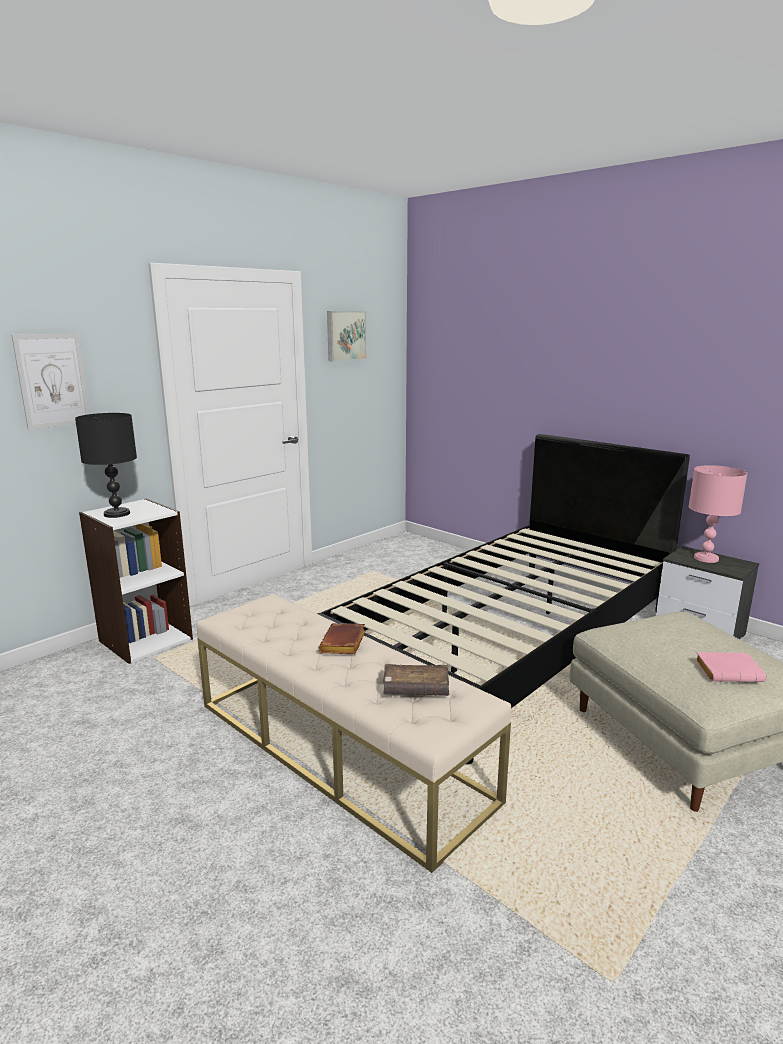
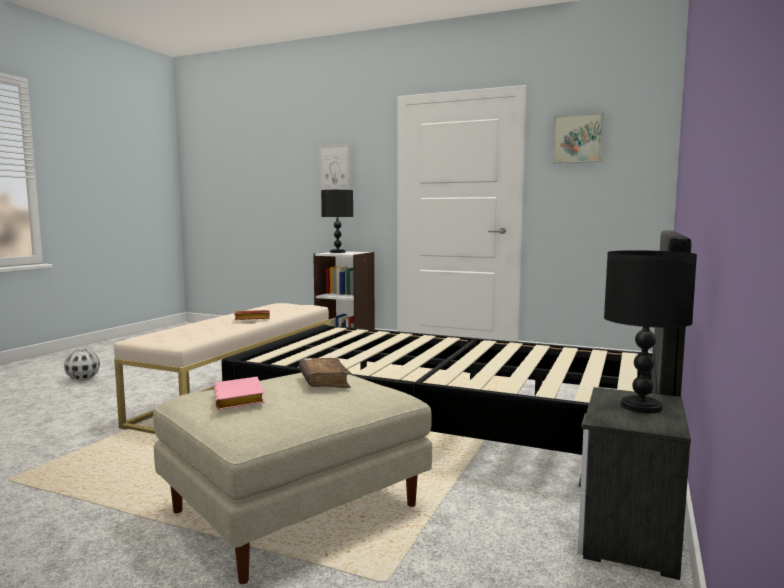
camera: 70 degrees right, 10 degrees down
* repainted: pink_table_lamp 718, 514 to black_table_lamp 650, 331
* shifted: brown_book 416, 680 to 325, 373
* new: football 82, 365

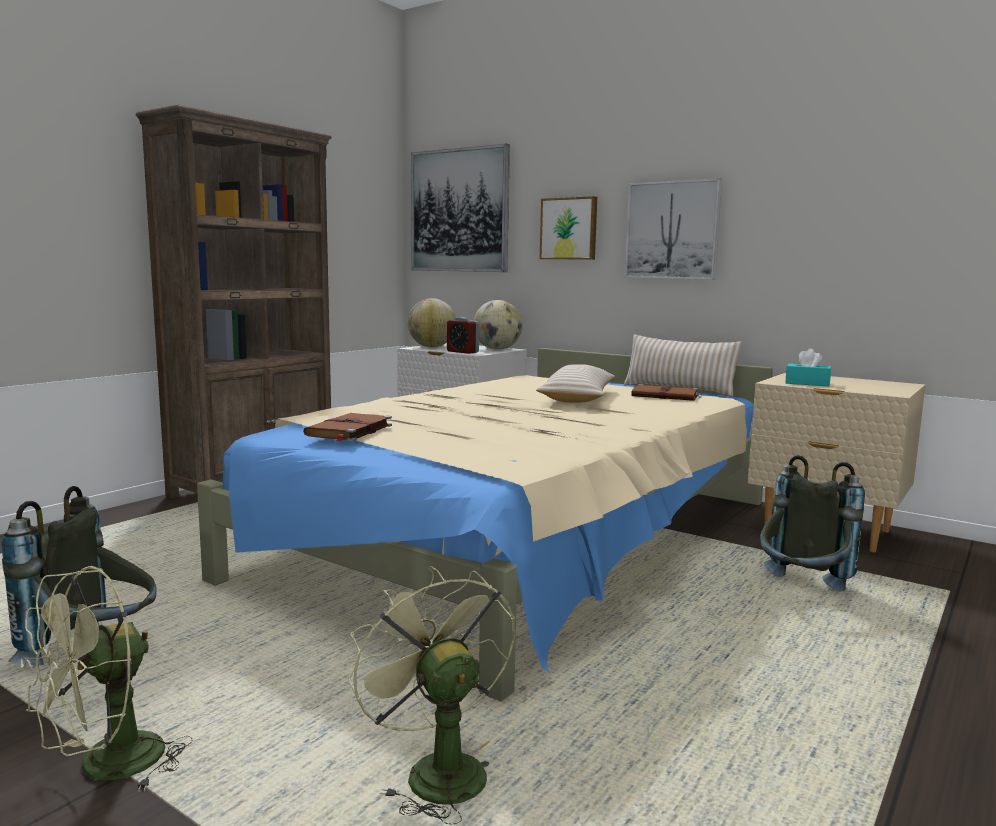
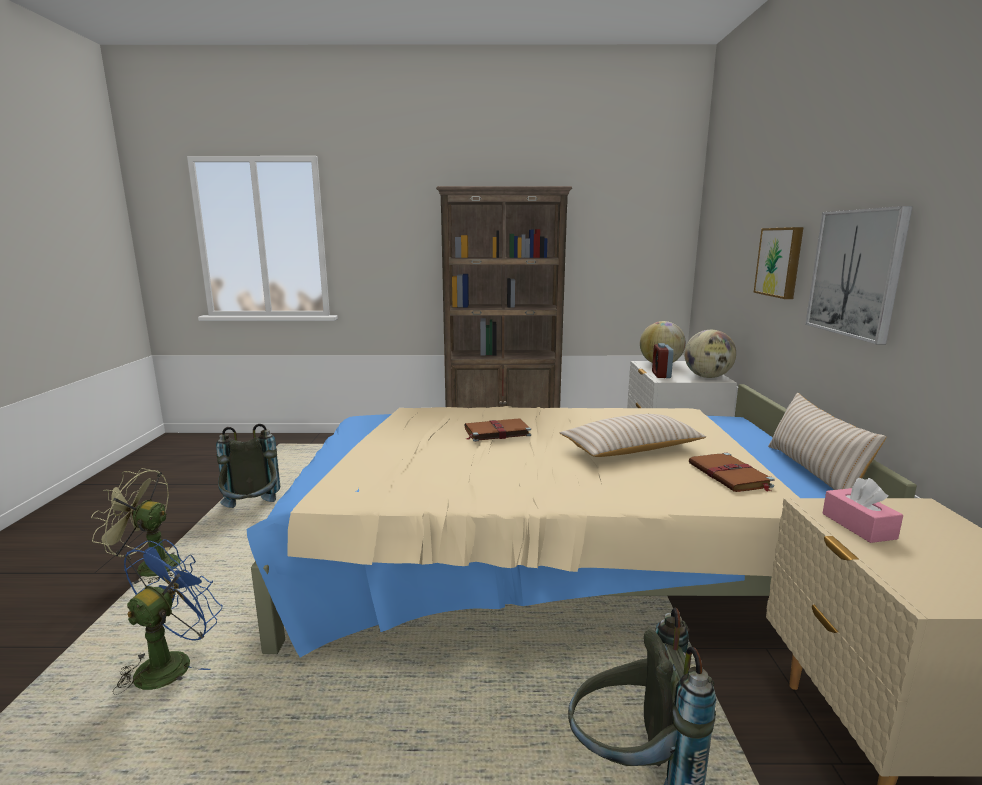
camera: 55 degrees right, 5 degrees up
* gone: picture 460, 208
* repainted: turquoise_tissue_box 808, 368 to pink_tissue_box 862, 510
* shifted: brown_book 347, 427 to 498, 430
* repainted: green_fan 432, 695 to blue_fan 167, 617

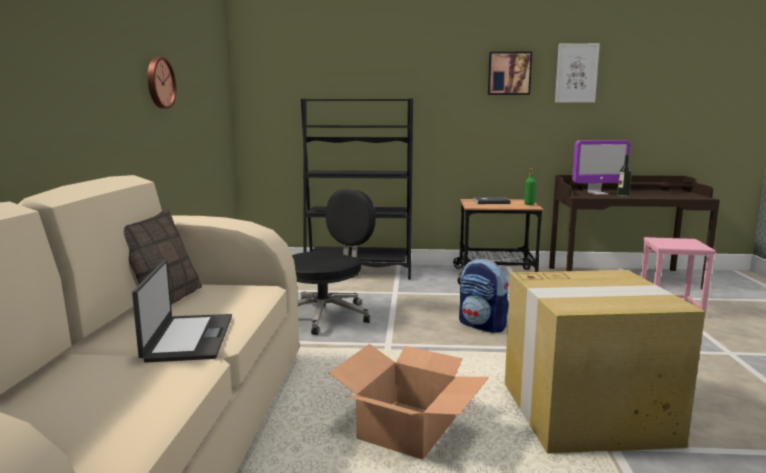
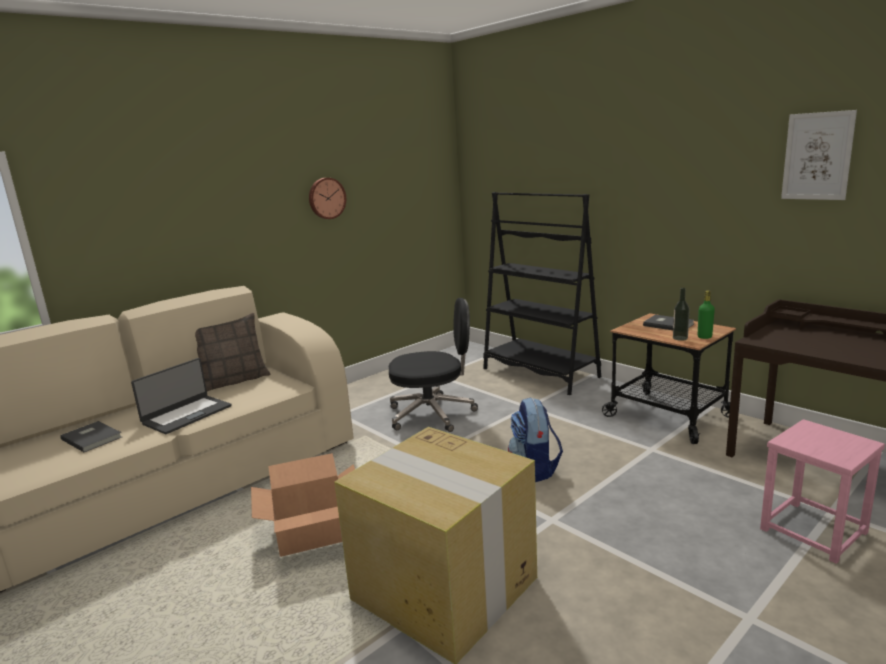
camera: 45 degrees right, 5 degrees up
* gone: picture 510, 73
* gone: monitor 601, 167
* shifted: bottle 624, 176 to 681, 314
* new: grey_book 91, 436

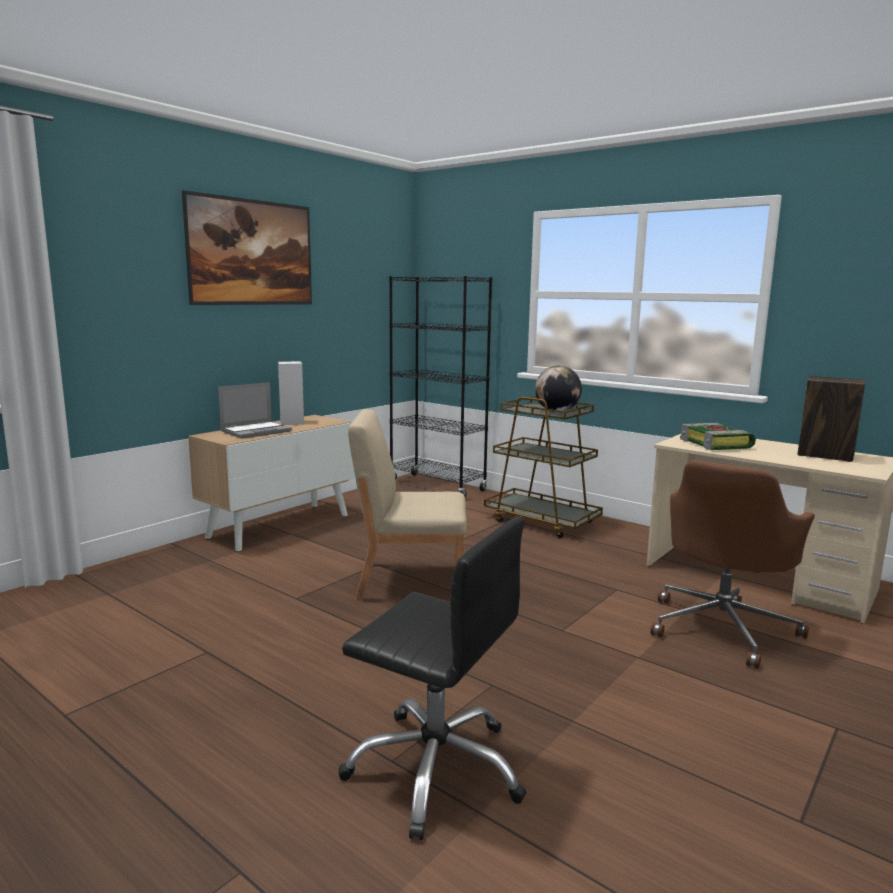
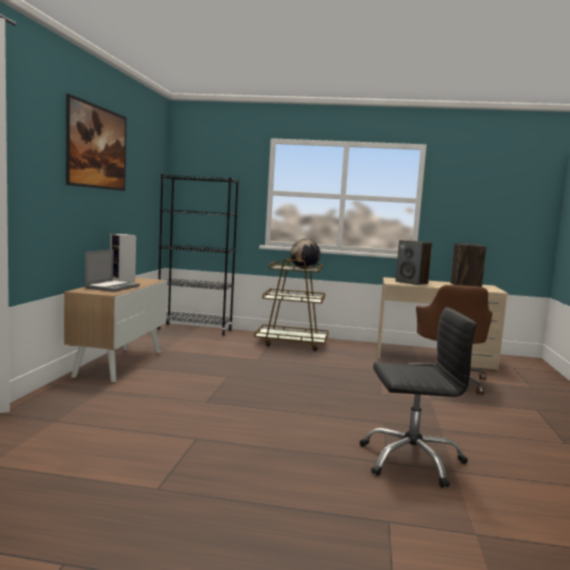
camera: 30 degrees left, 5 degrees down
* gone: beige_chair 407, 505
* swapped: book 718, 436 to speaker 414, 262

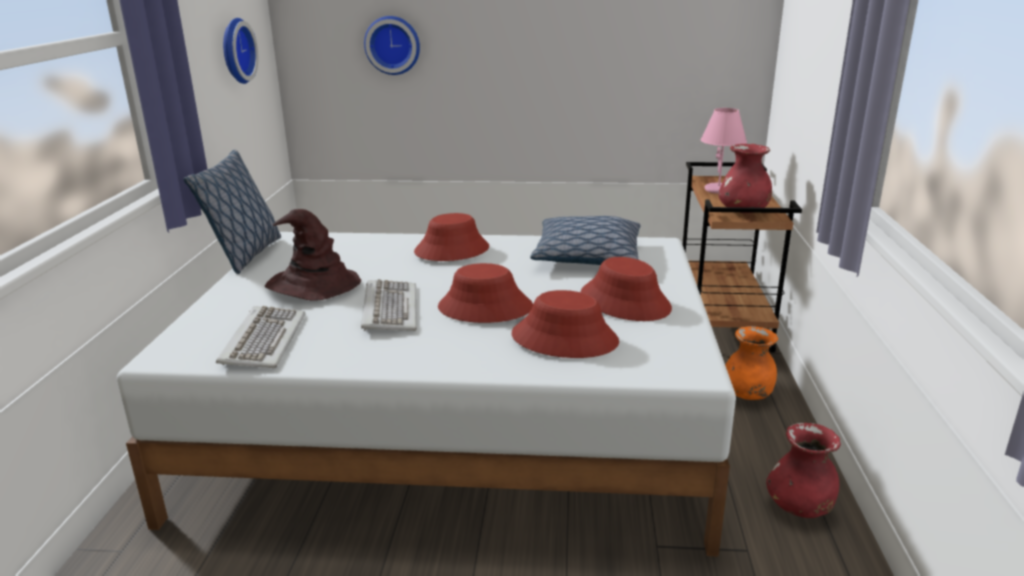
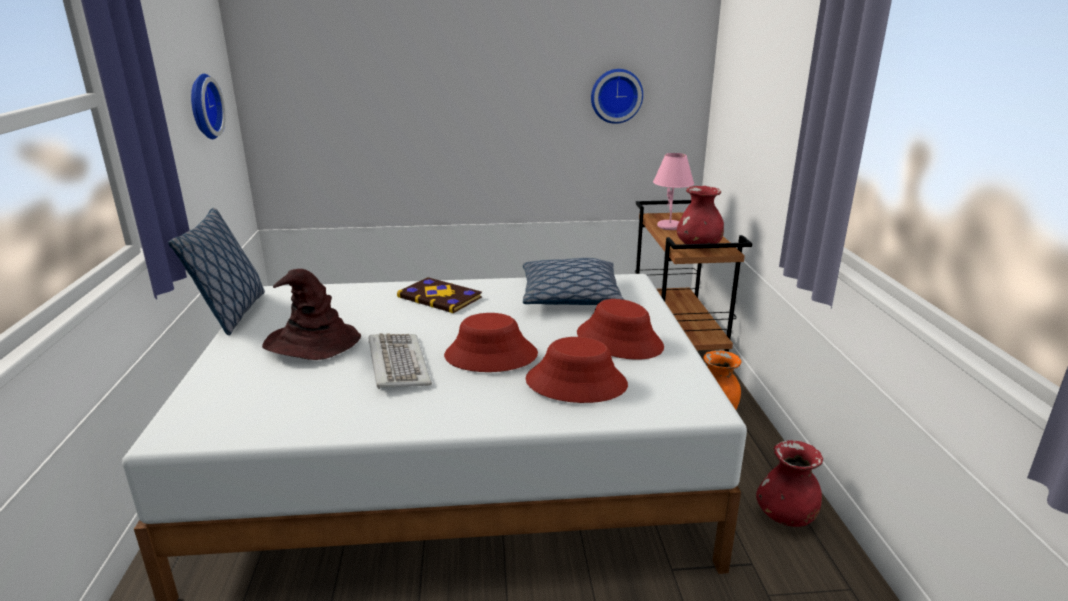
camera: 10 degrees left, 0 degrees up
* shifted: wall_clock 392, 45 to 617, 96
* swapped: red_hat 451, 237 to book 439, 295
* gone: keyboard 260, 337

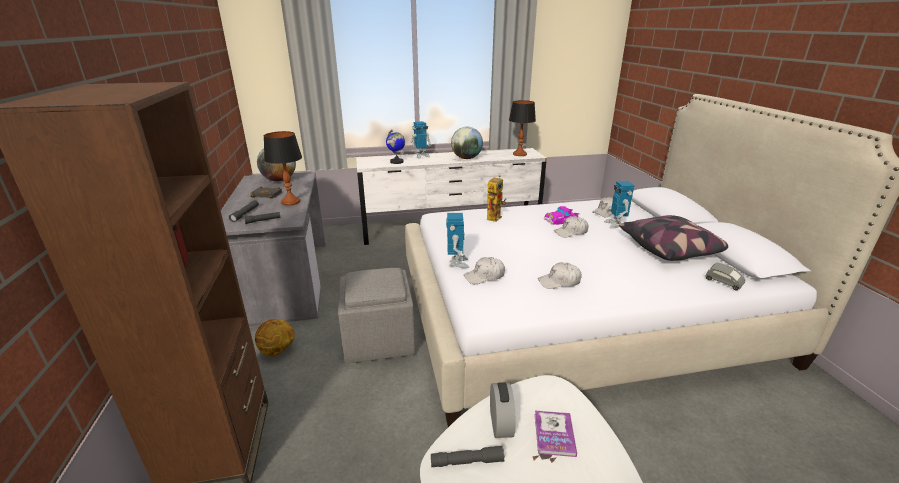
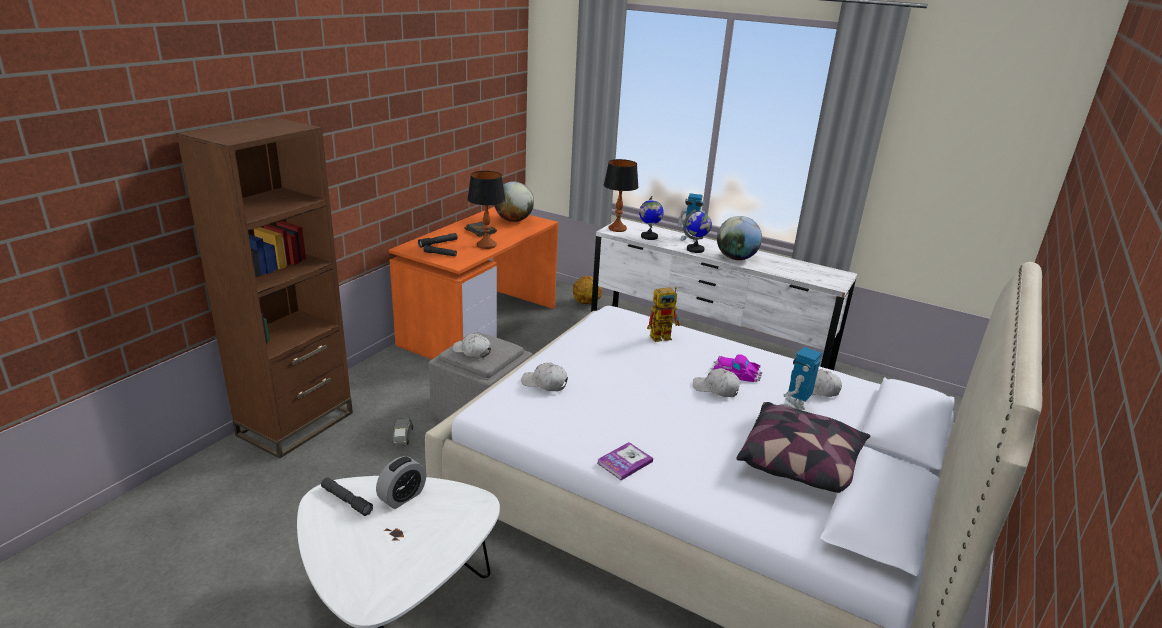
camera: 40 degrees right, 0 degrees up
* shifted: table_lamp 522, 128 to 621, 195
* repainted: grey_desk 273, 249 to orange_desk 473, 283
* gone: toy_robot 457, 240
* shifted: white_cap 560, 275 to 471, 346
* shifted: grey_toy_car 725, 276 to 403, 432
* shifted: basketball 275, 338 to 587, 290
* shifted: book 556, 434 to 625, 461
* new: globe 697, 231

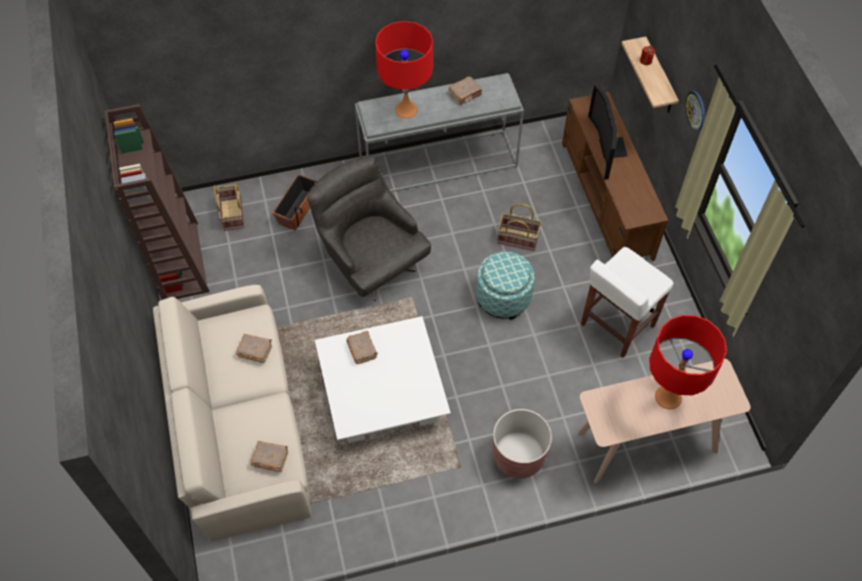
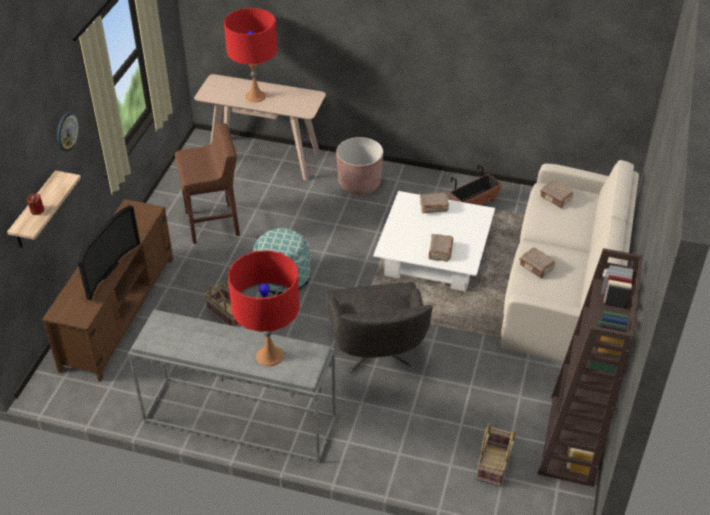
camera: 150 degrees left, 15 degrees down
* shifted: brown_book 465, 91 to 434, 203
* shifted: planter 295, 202 to 475, 185
* repainted: white_stool 627, 302 to brown_stool 207, 183

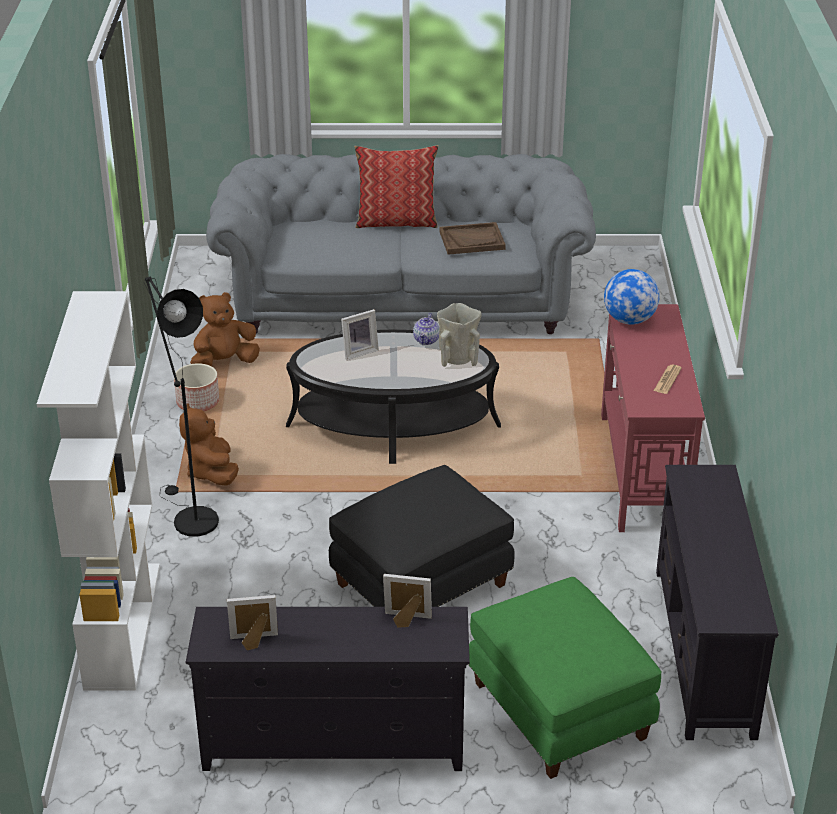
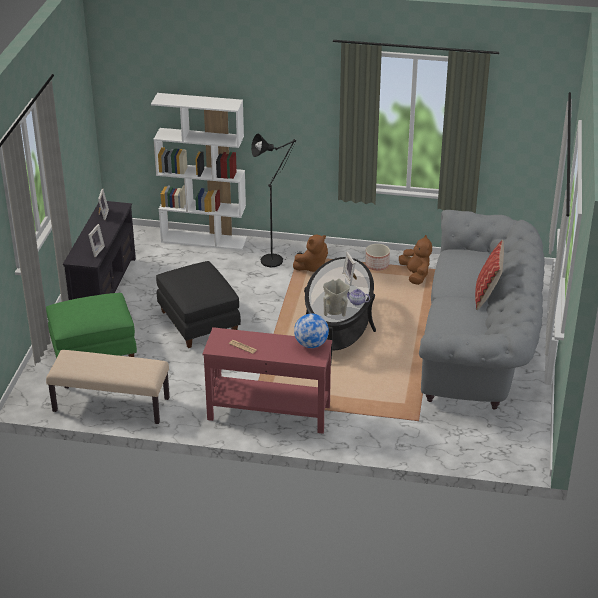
camera: 100 degrees right, 0 degrees up
* gone: brown_tray 472, 238
* rotated: brown_plush_toy 209, 444 = 310, 253 150 degrees clockwise
* swapped: black_tv_stand 717, 602 to beige_bench 107, 387

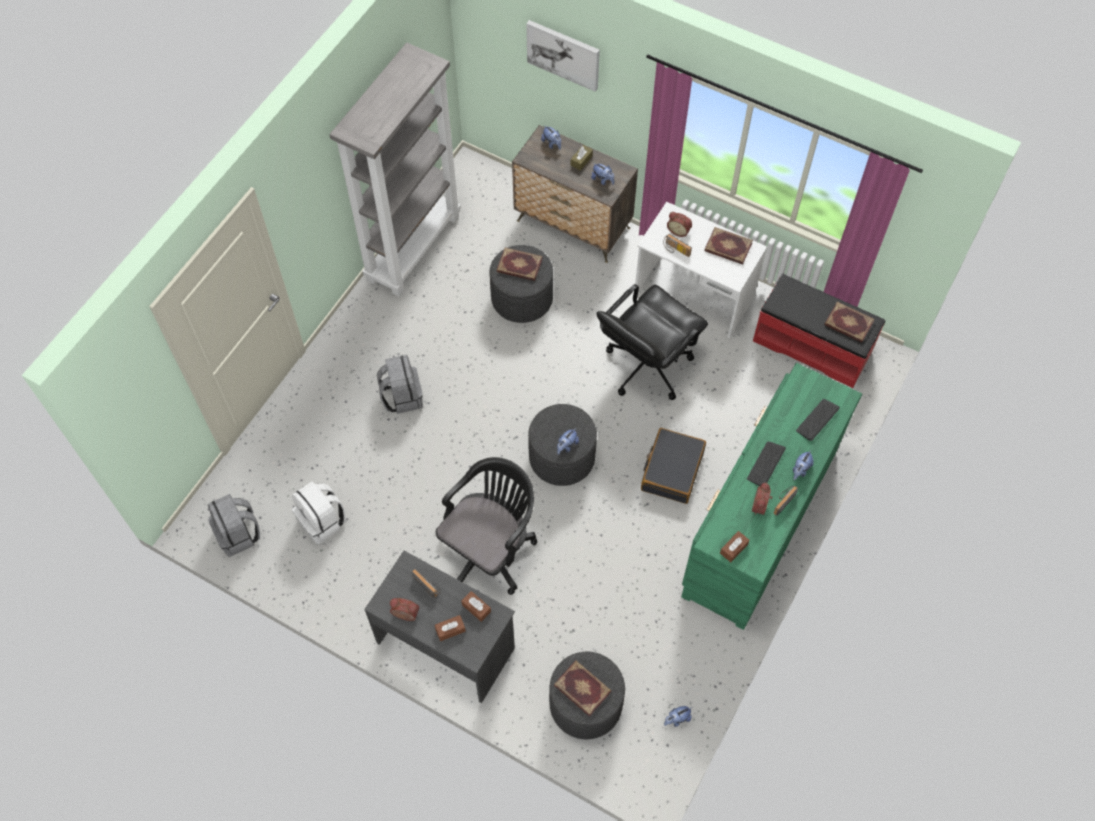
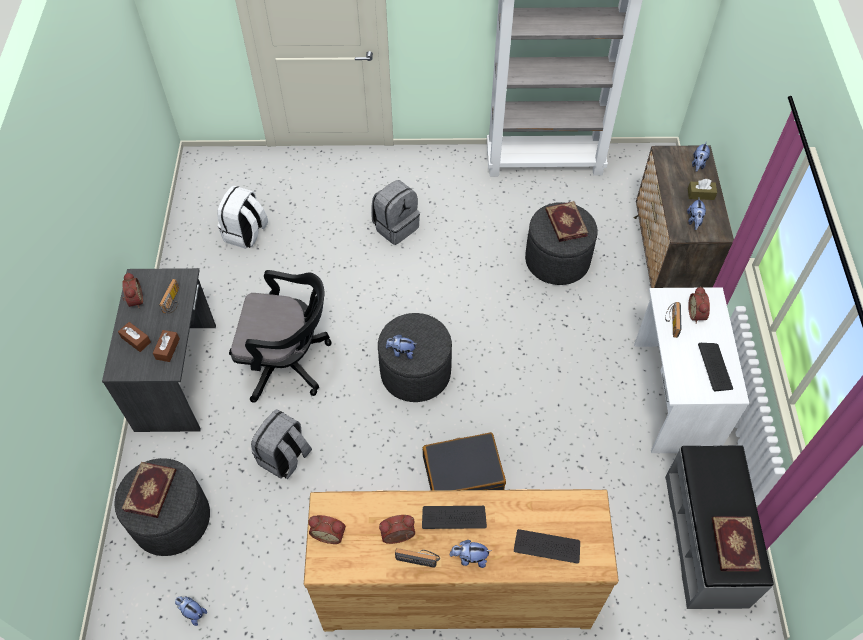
camera: 60 degrees right, 5 degrees down
* gone: picture 563, 56
* swapped: book 728, 245 to keyboard 715, 367
* repainted: red_bench 819, 331 to grey_bench 719, 527
* gone: black_office_chair 652, 342
* repainted: green_dresser 771, 496 to brown_dresser 461, 560
* shifted: grey_backpack 234, 525 to 281, 444
* swapped: brown_tissue_box 734, 546 to alarm_clock 327, 529

